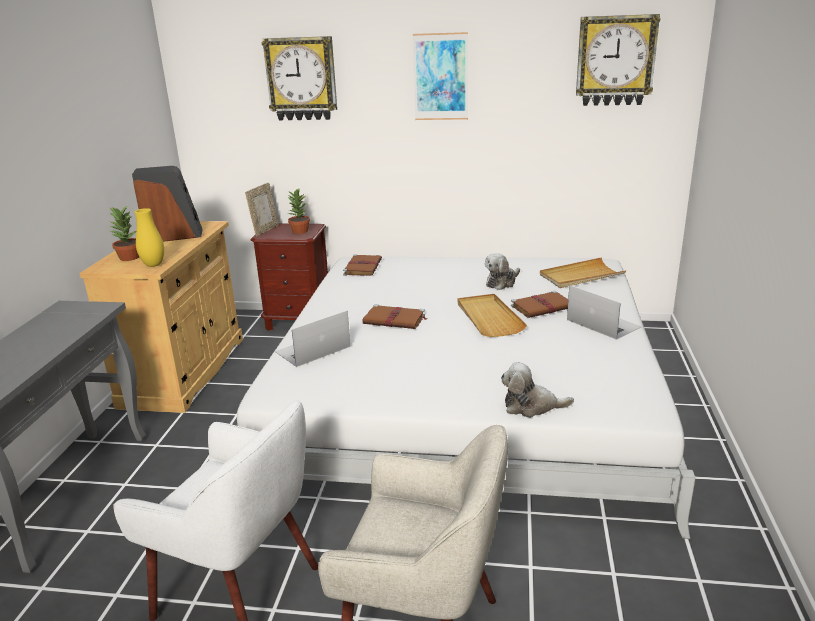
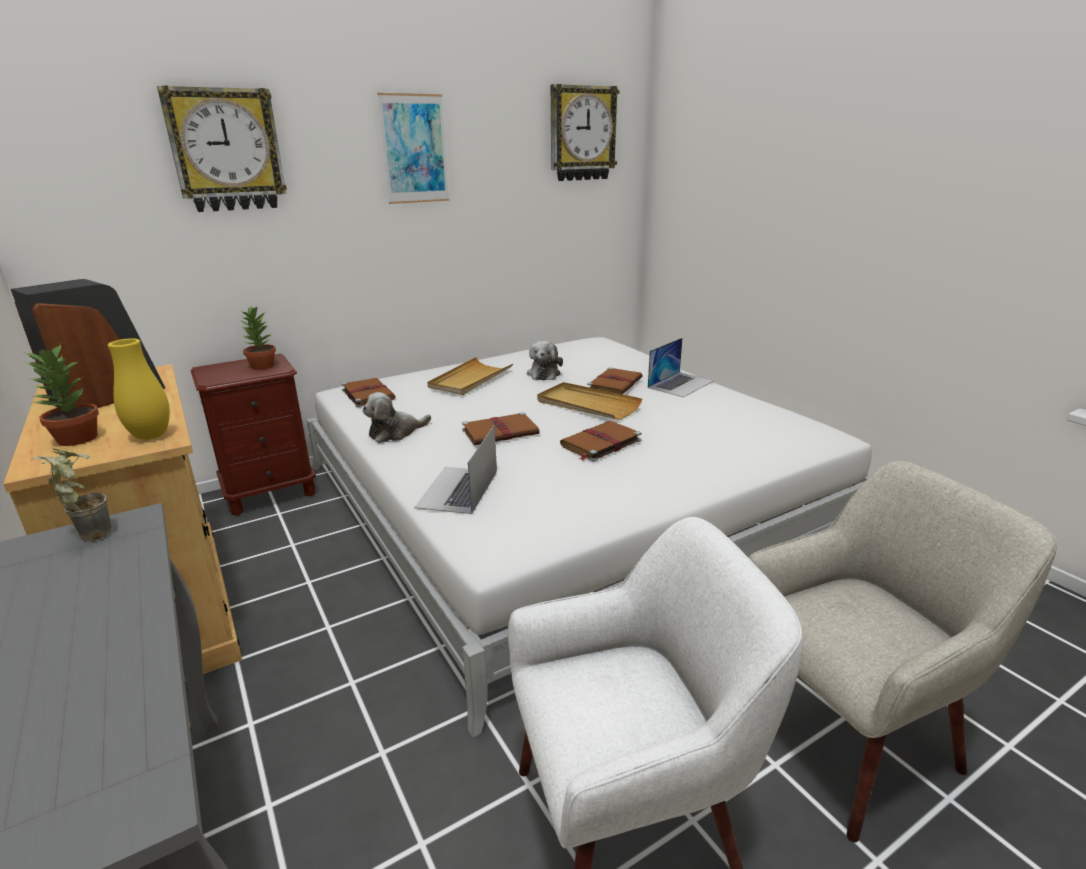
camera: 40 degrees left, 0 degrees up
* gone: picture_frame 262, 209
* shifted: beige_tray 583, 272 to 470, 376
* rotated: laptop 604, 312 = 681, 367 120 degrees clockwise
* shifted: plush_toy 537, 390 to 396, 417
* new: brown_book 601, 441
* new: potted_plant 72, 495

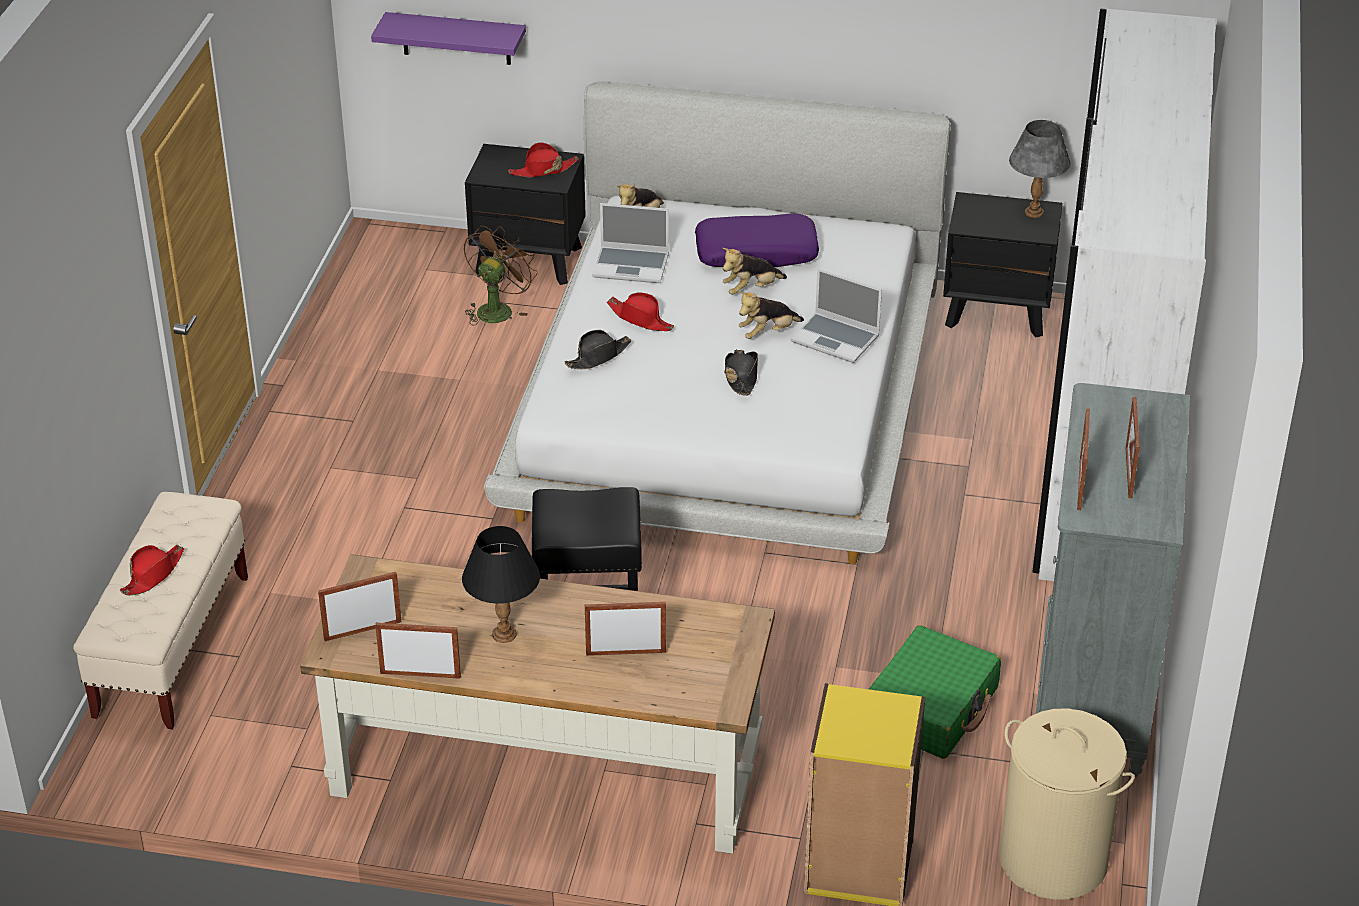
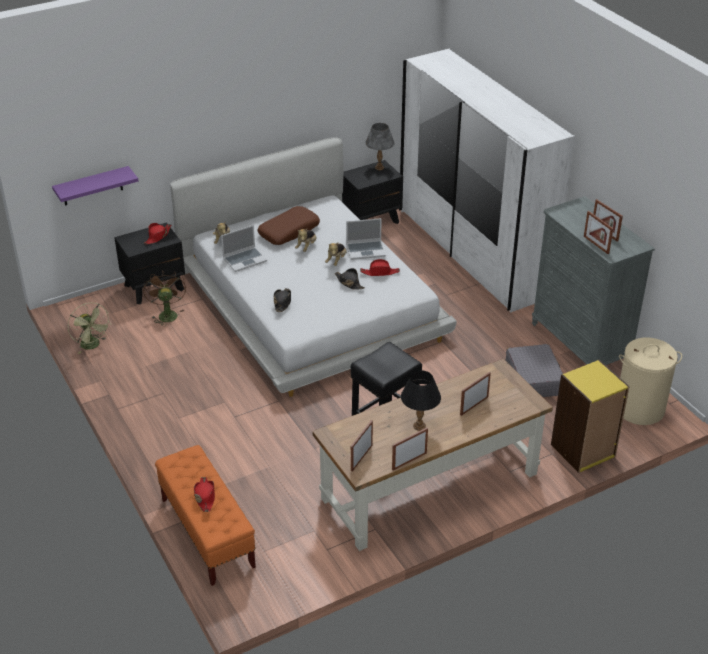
camera: 40 degrees left, 0 degrees up
* repainted: purple_pillow 757, 240 to brown_pillow 289, 225
* shifted: red_hat 640, 311 to 380, 267
* repainted: beige_bench 160, 610 to orange_bench 205, 515
* repainted: green_suitcase 935, 692 to grey_suitcase 534, 370
* new: green_fan 89, 328

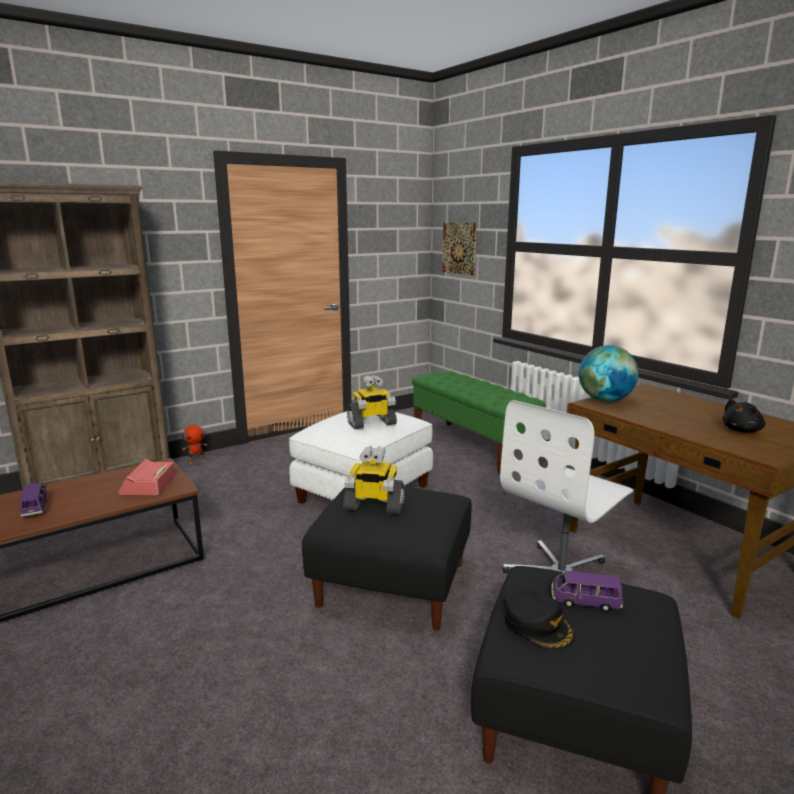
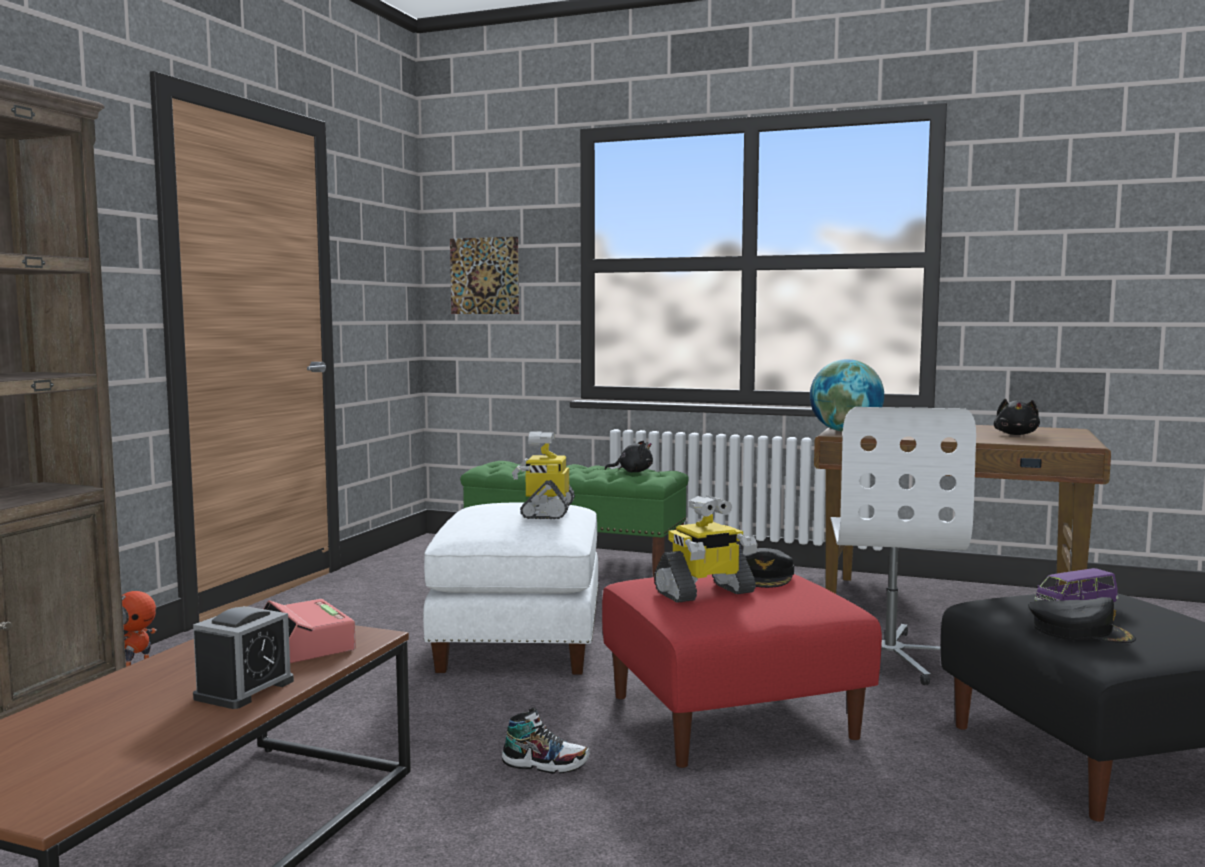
camera: 35 degrees left, 10 degrees down
* rotated: toy_robot 372, 402 = 543, 475 150 degrees clockwise
* gone: purple_toy_car 33, 499
* repainted: black_ottoman 387, 559 to red_ottoman 742, 671
* new: black_plush_toy 629, 456
* new: black_cap 769, 568
* new: alarm_clock 243, 657
* new: shoe 546, 741

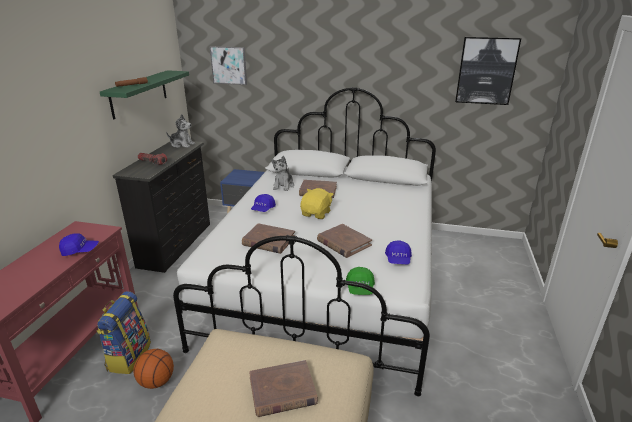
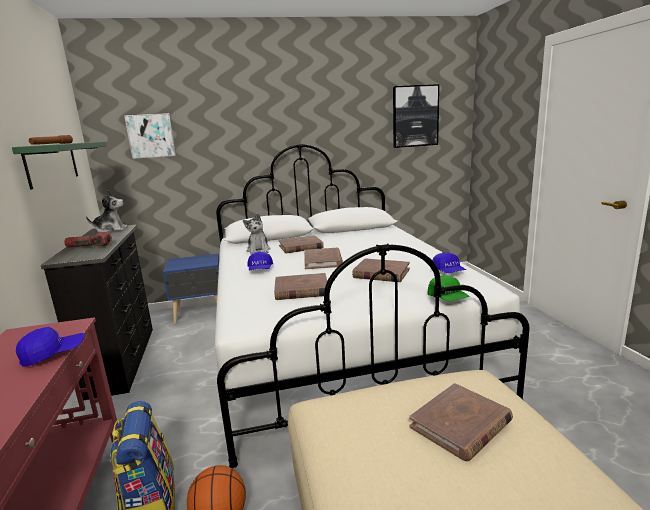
camera: 25 degrees left, 10 degrees down
* swapped: yellow_plush_toy 317, 203 to brown_book 323, 258

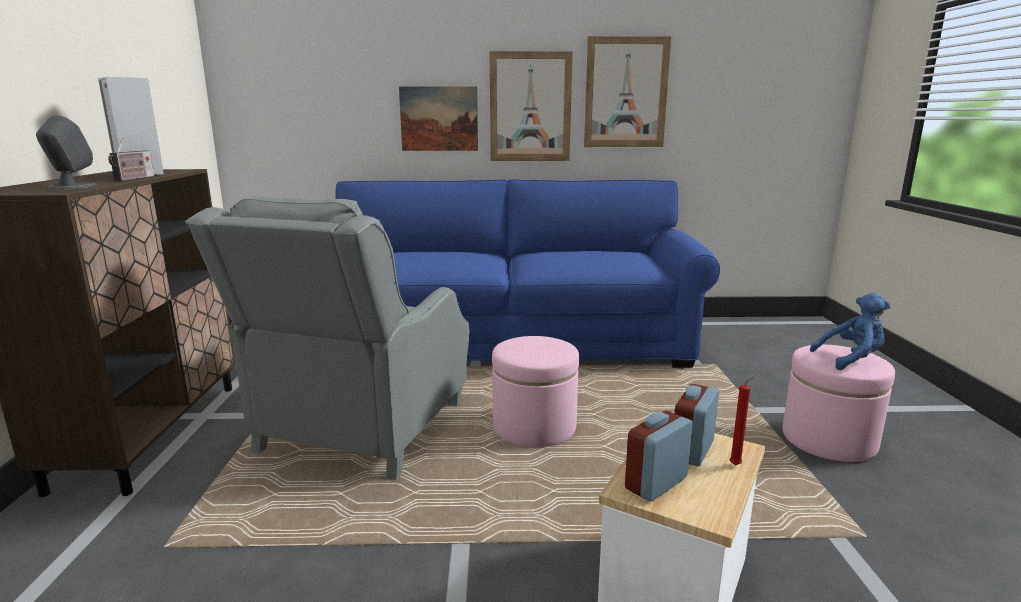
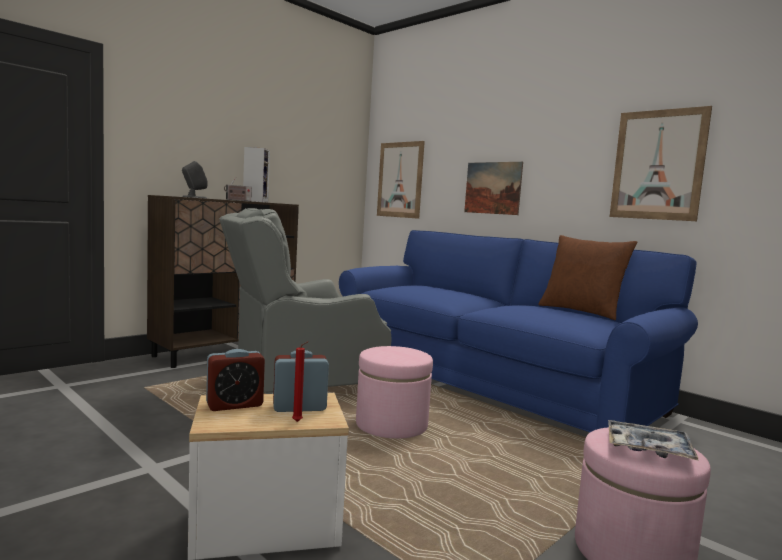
camera: 45 degrees right, 10 degrees down
* shifted: picture 531, 106 to 401, 180
* swapped: blue_plush_toy 850, 331 to tray 653, 440
* rotated: alarm_clock 659, 456 = 235, 380 150 degrees clockwise
* new: brown_pillow 587, 277

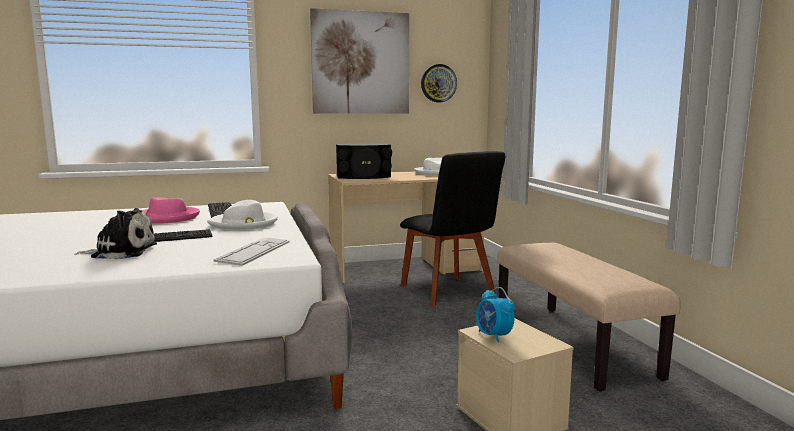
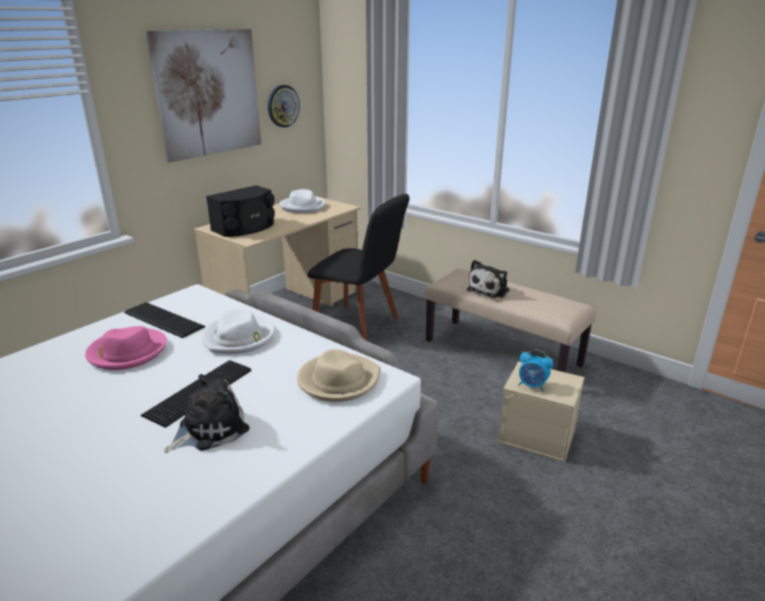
camera: 35 degrees left, 15 degrees up
* swapped: keyboard 251, 251 to beige_hat 338, 375
* new: plush_toy 488, 279

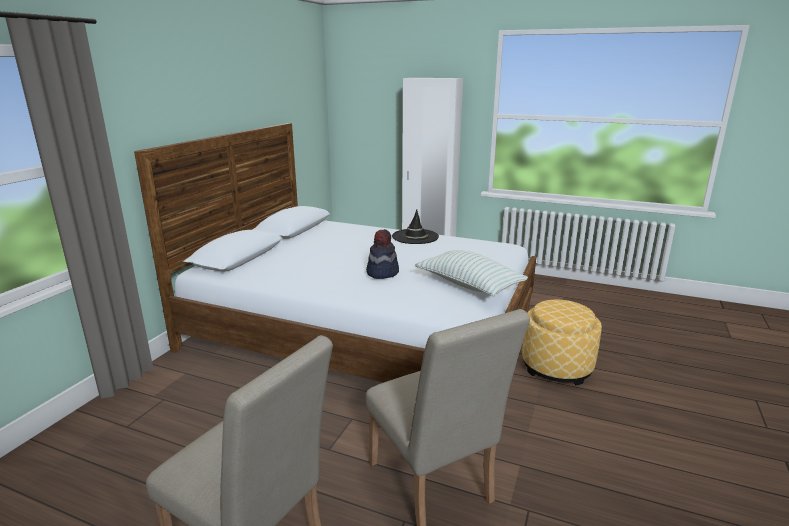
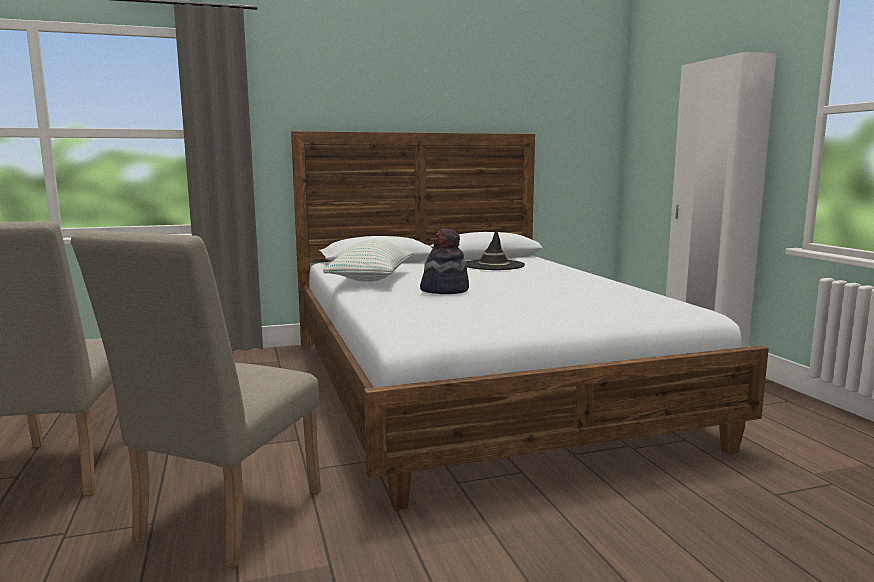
camera: 50 degrees right, 10 degrees down
* shifted: black_hat 415, 226 to 495, 249
* shifted: pillow 471, 273 to 368, 261
* gone: ottoman 562, 342

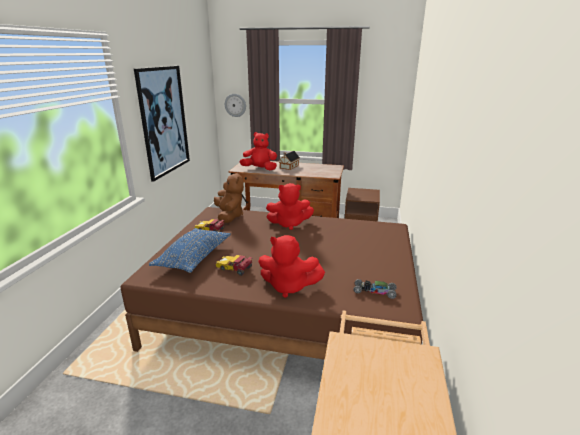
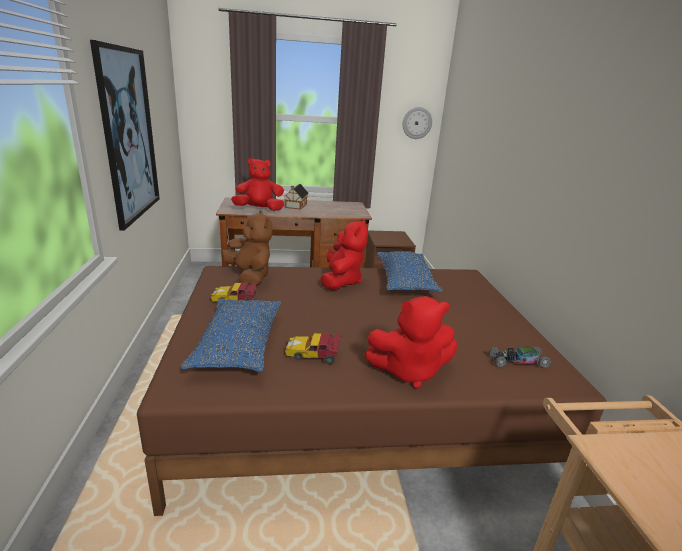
camera: 20 degrees left, 0 degrees up
* shifted: wall_clock 235, 105 to 417, 123
* rotated: red_plush_toy 290, 206 = 344, 254 60 degrees counterclockwise
* new: blue_pillow 410, 271

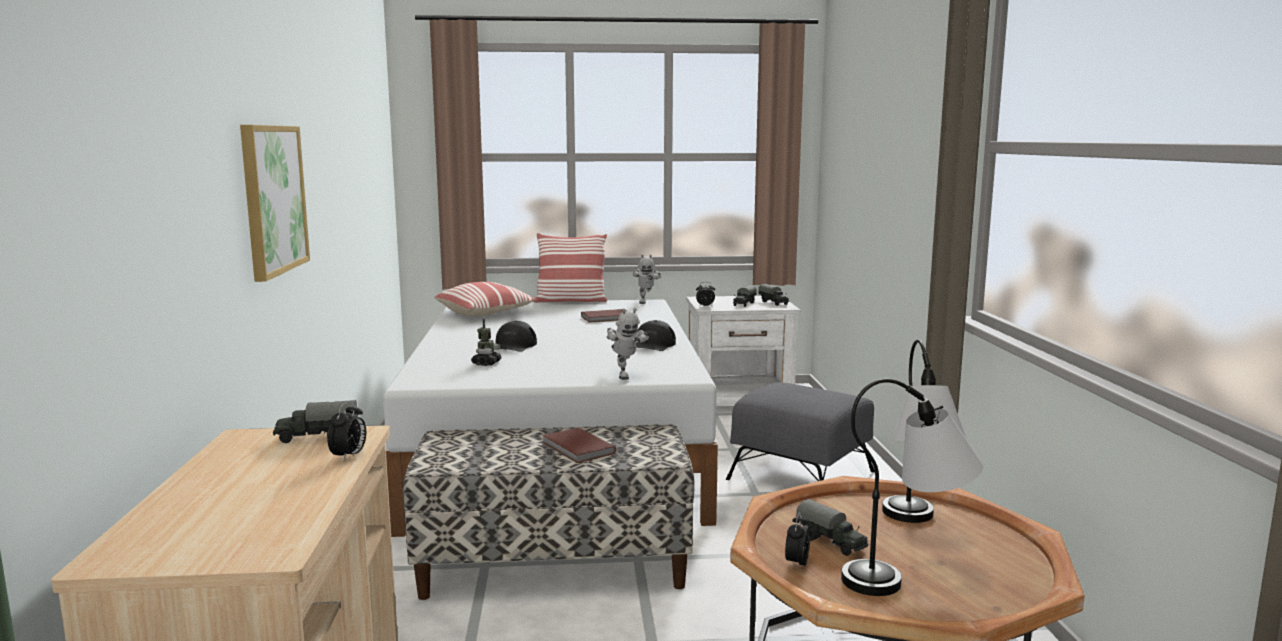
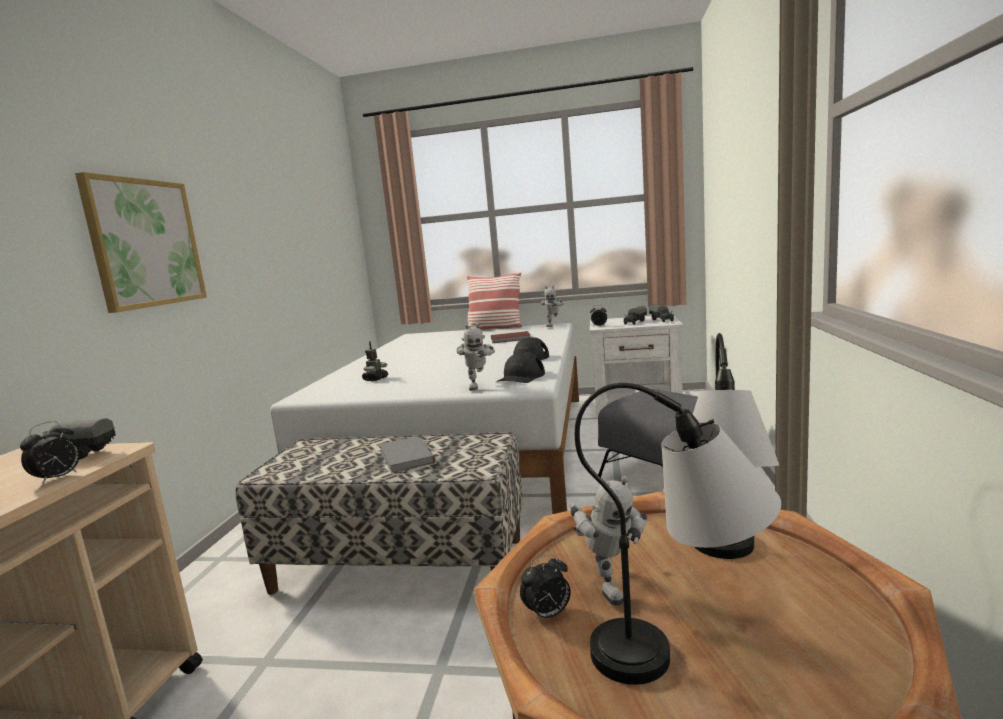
camera: 15 degrees right, 0 degrees up
* gone: pillow 486, 299
* shifted: black_cap 516, 336 to 520, 367
* repainted: brown_book 579, 445 to grey_book 407, 454
* swapped: toy_truck 832, 527 to toy_robot 608, 541
* rotated: alarm_clock 797, 540 = 545, 588 150 degrees counterclockwise

